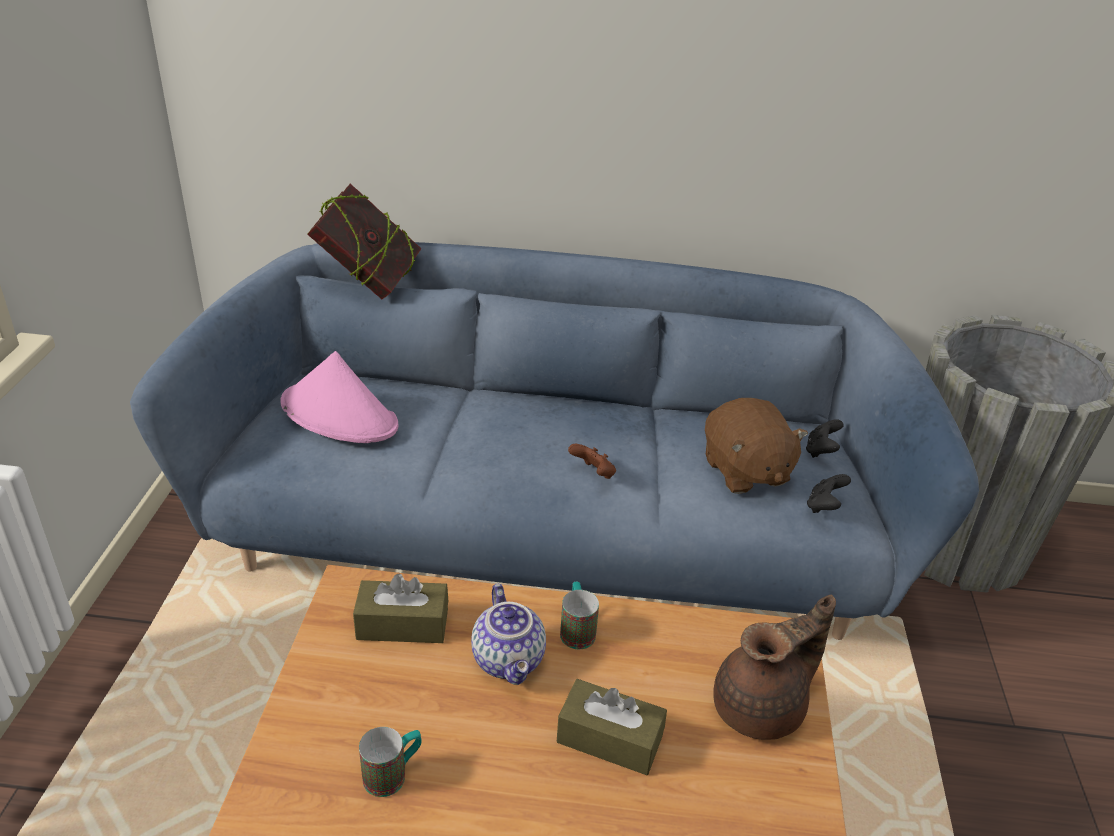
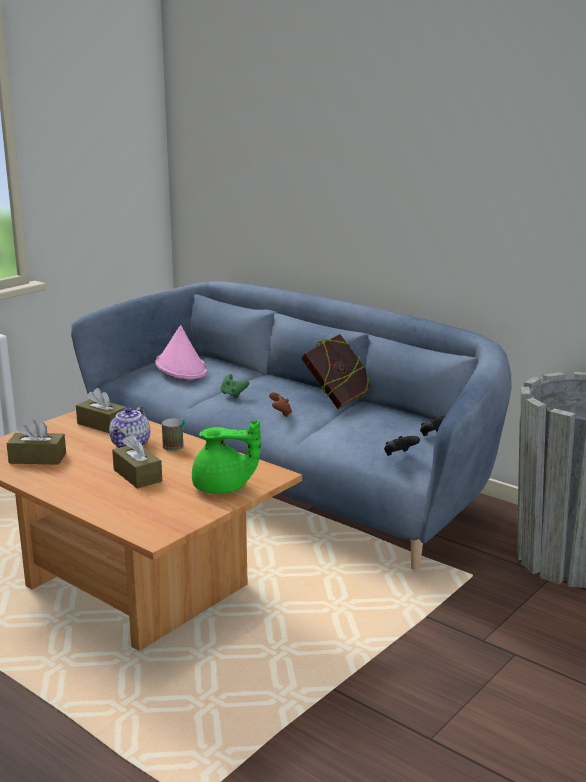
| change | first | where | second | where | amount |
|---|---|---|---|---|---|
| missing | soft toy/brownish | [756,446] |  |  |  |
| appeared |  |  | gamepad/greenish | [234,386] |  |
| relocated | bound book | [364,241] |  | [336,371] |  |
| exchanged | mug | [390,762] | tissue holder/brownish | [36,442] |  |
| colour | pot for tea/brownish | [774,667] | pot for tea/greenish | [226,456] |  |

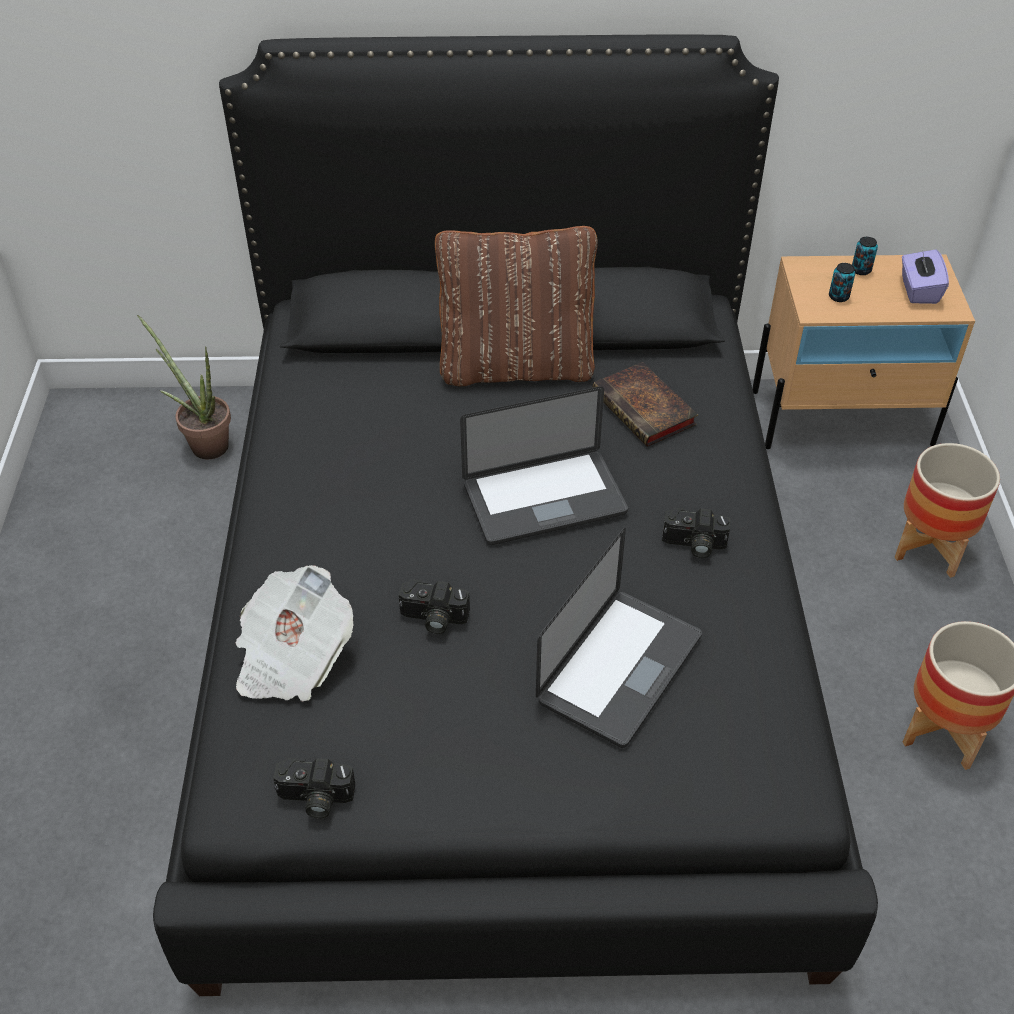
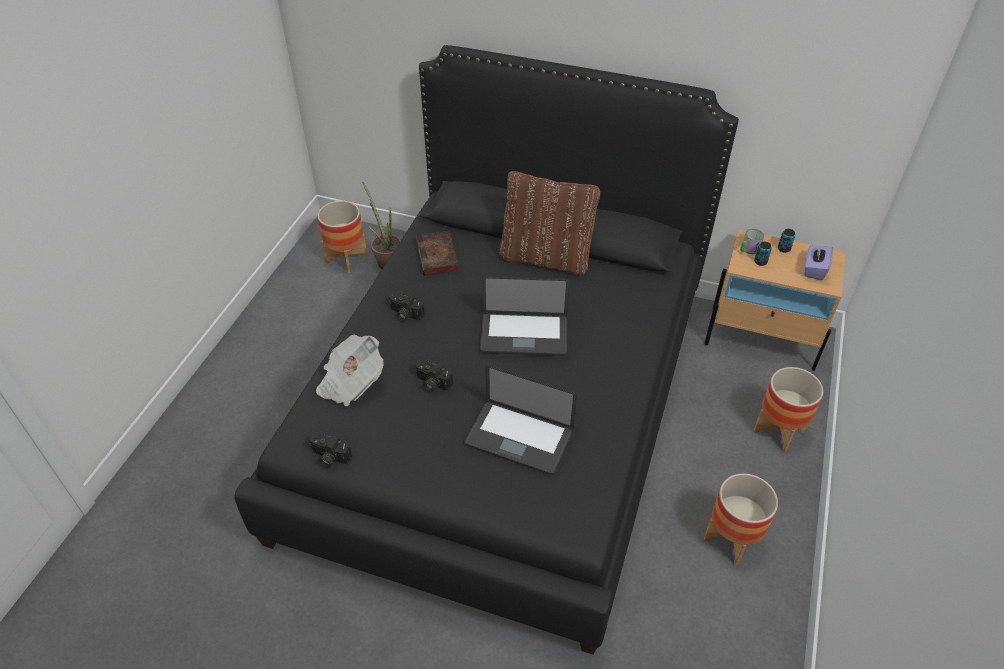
| change | first | where | second | where | amount |
|---|---|---|---|---|---|
| appeared |  |  | flower pot | [342,237] |  |
| appeared |  |  | mug | [752,241] |  |
| relocated | bound book | [645,404] |  | [437,253] |  |
| relocated | still camera | [696,533] |  | [406,306] |  |
| spun | laptop | [619,638] |  | [520,420] | 60 degrees clockwise |

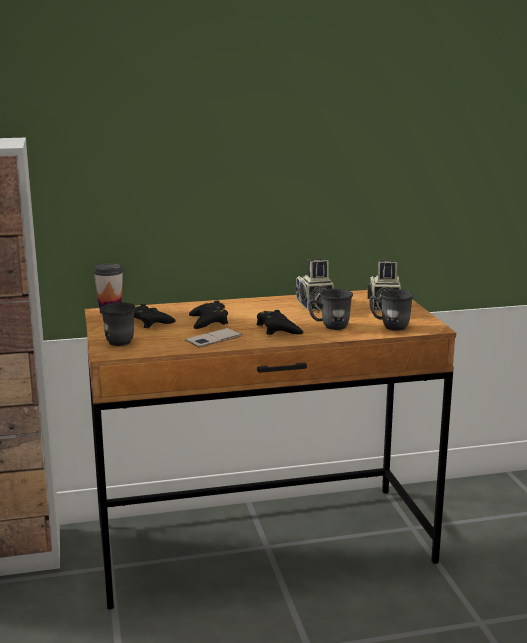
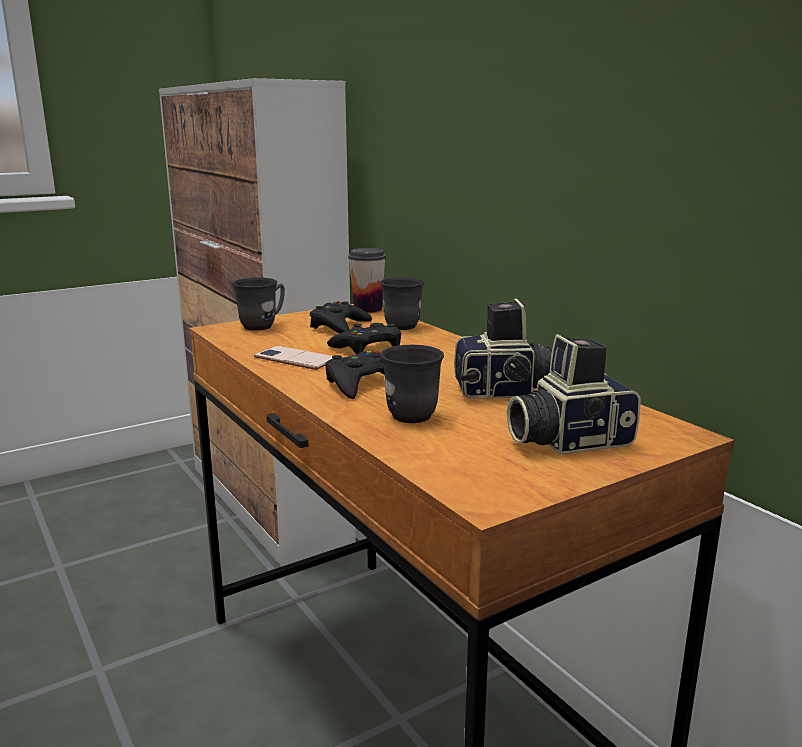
| change | first | where | second | where | amount |
|---|---|---|---|---|---|
| relocated | mug/grey | [391,310] |  | [402,303] |  |
| spun | still camera | [314,285] |  | [503,348] | 150 degrees counterclockwise |

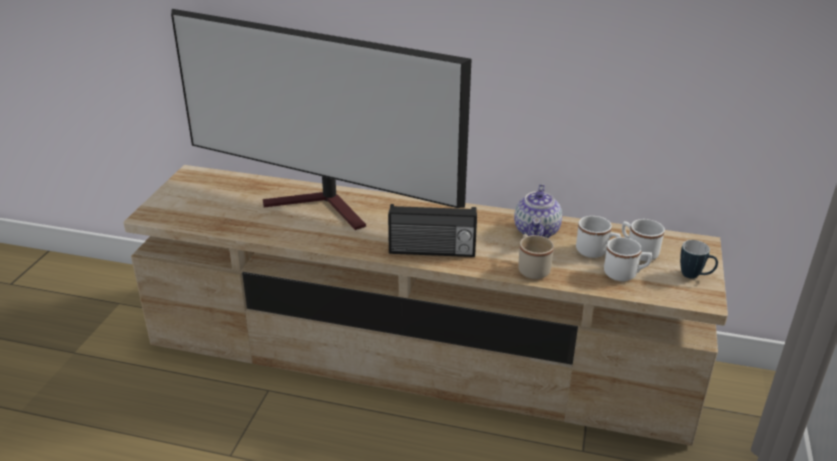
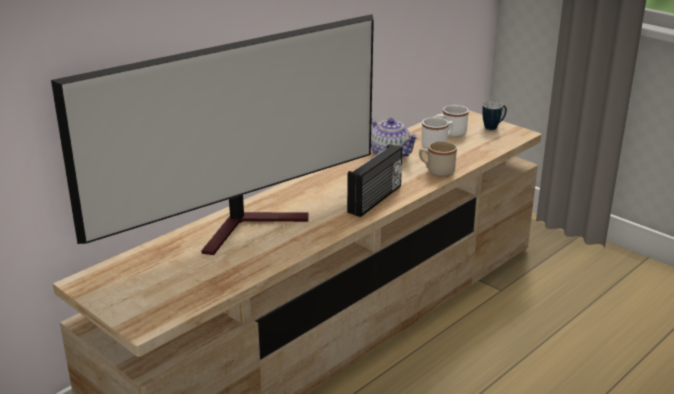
| change | first | where | second | where | amount |
|---|---|---|---|---|---|
| missing | mug/white-coloured | [628,259] |  |  |  |

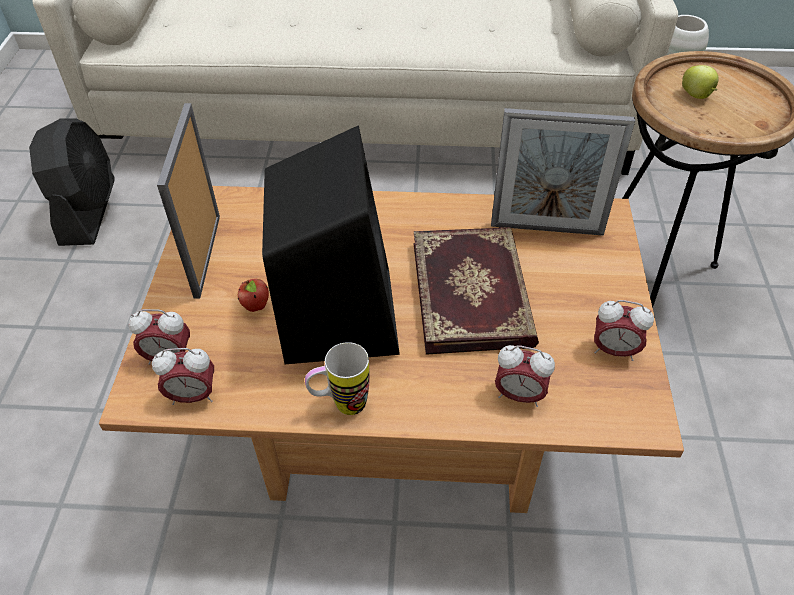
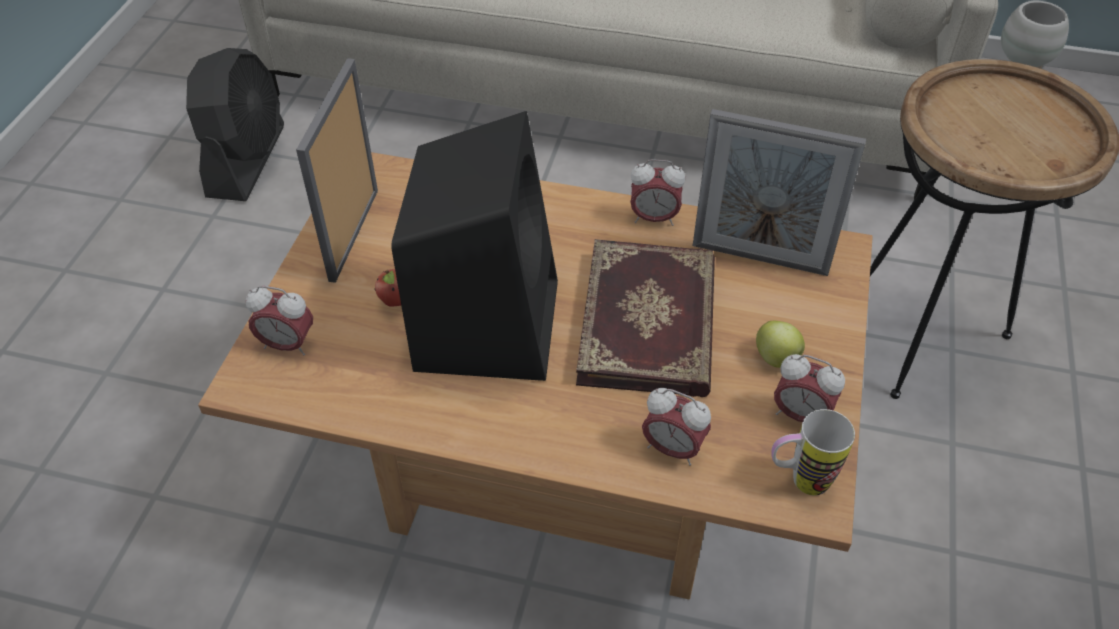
| change | first | where | second | where | amount |
|---|---|---|---|---|---|
| relocated | bedside clock | [183,376] |  | [657,192] |  |
| relocated | mug | [337,378] |  | [813,452] |  |
| relocated | apple fruit | [700,82] |  | [780,344] |  |

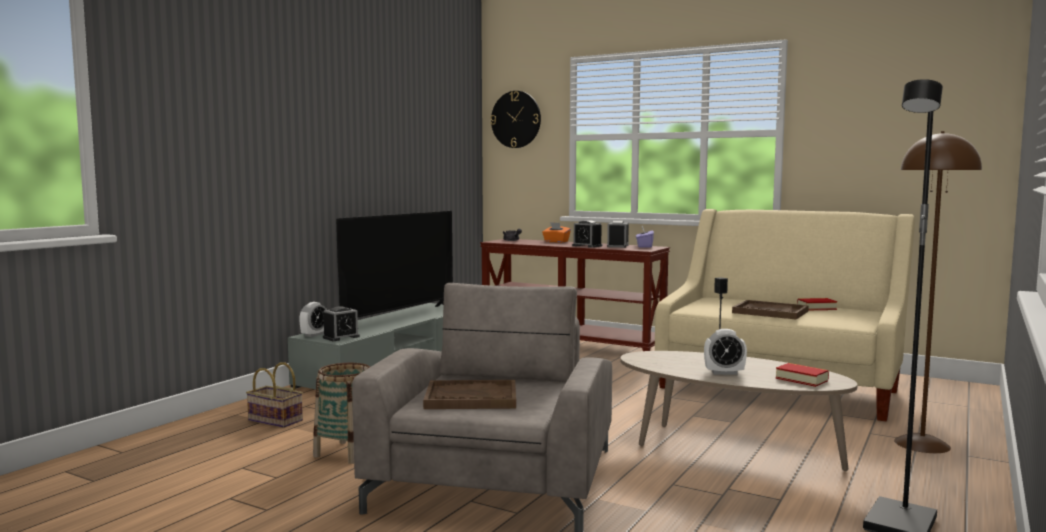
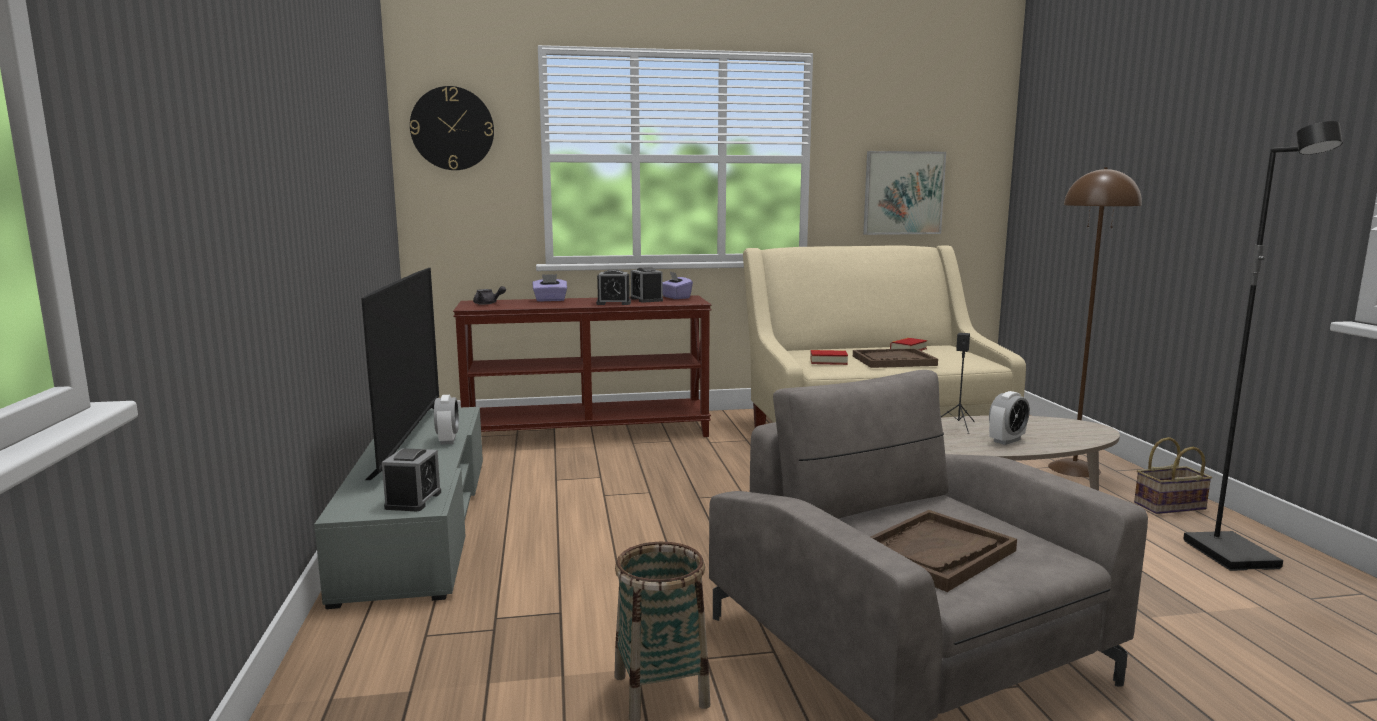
| change | first | where | second | where | amount |
|---|---|---|---|---|---|
| appeared |  |  | wall art | [904,193] |  |
| relocated | household basket | [274,395] |  | [1173,475] |  |
| relocated | bedside clock | [313,319] |  | [446,420] |  |
| relocated | bound book | [802,375] |  | [829,357] |  |
| colour | tissue holder/orange-coloured | [556,232] | tissue holder/purple-coloured | [549,287] |  |

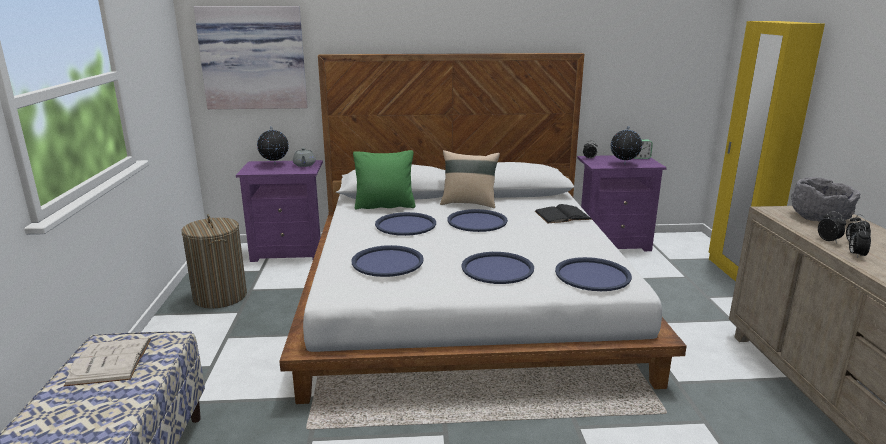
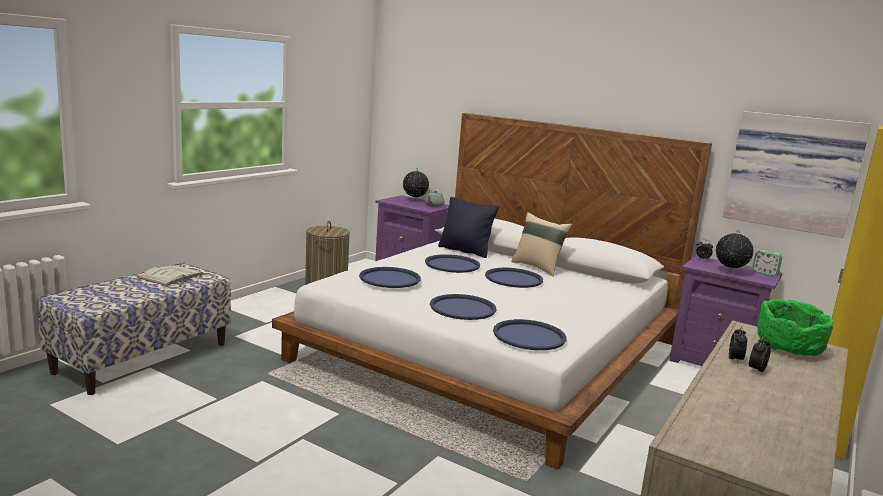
| change | first | where | second | where | amount |
|---|---|---|---|---|---|
| missing | bound book/black-coloured | [564,214] |  |  |  |
| missing | bedside clock | [860,241] |  |  |  |
| relocated | wall art | [251,57] |  | [797,174] |  |
| colour | pillow/greenish | [384,180] | pillow/black-coloured | [468,227] |  |
| colour | serving bowl/grey | [825,199] | serving bowl/greenish | [795,327] |  |

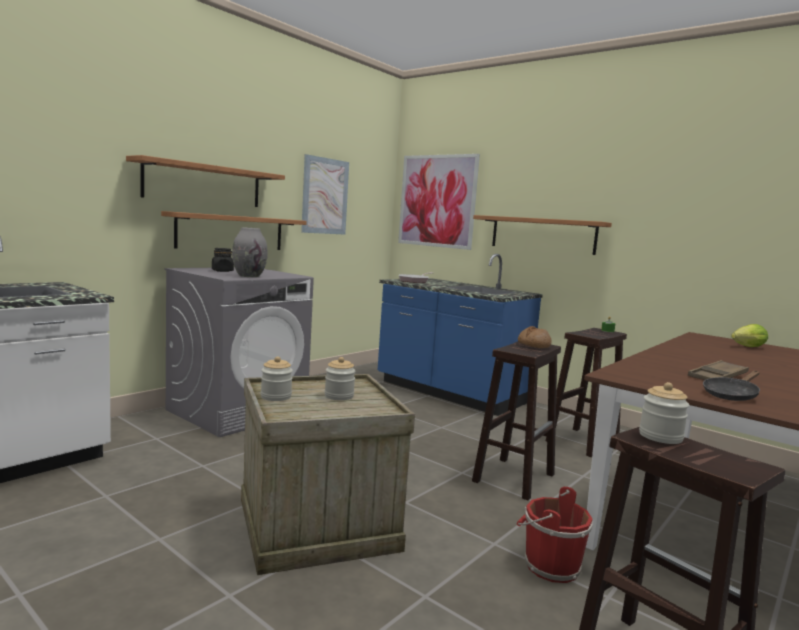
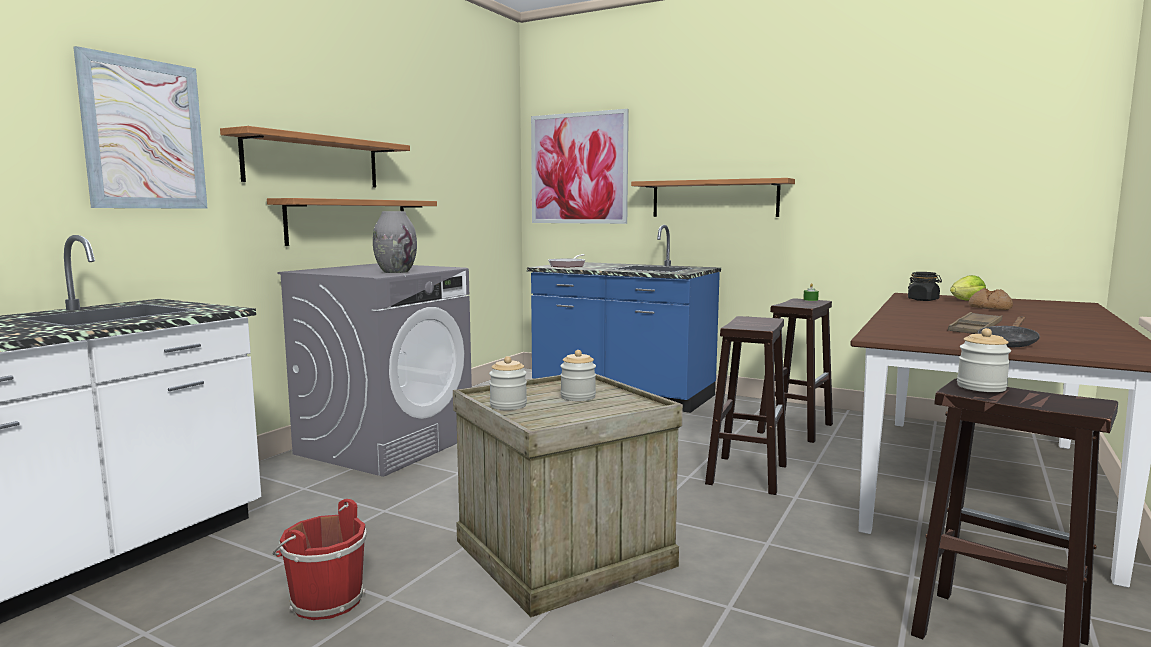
| change | first | where | second | where | amount |
|---|---|---|---|---|---|
| relocated | preserve jar/black-coloured | [223,260] |  | [925,286] |  |
| relocated | wall art | [325,194] |  | [140,127] |  |
| relocated | pail/red | [555,535] |  | [319,559] |  |
| relocated | bread | [535,337] |  | [990,299] |  |

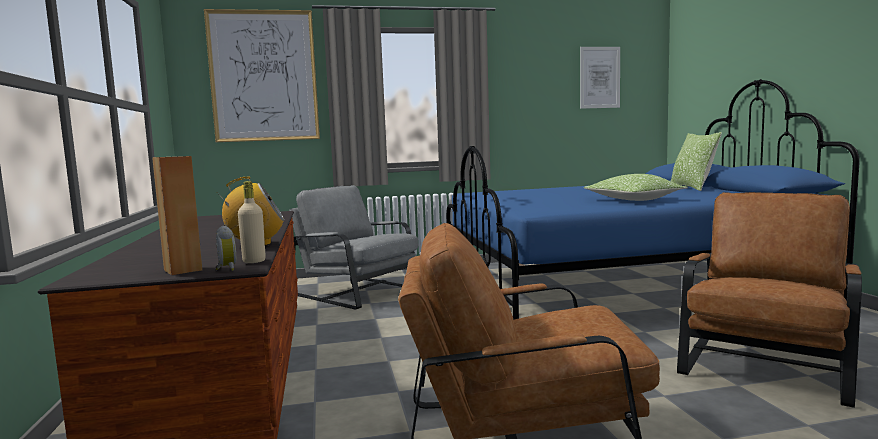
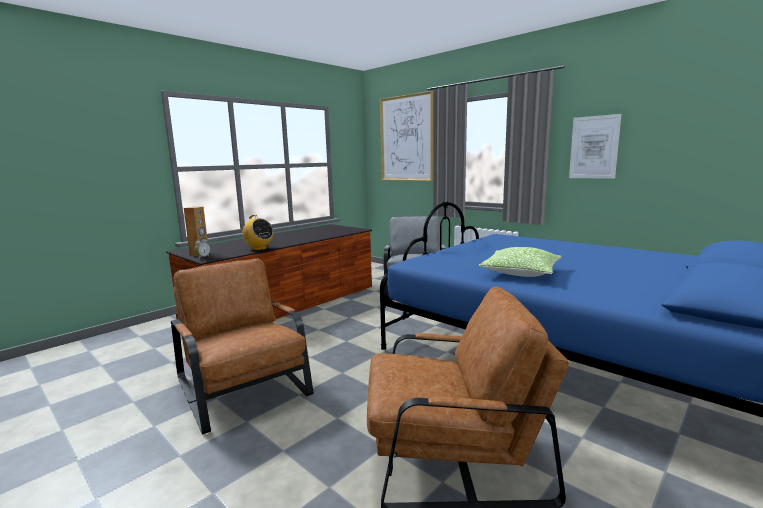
| change | first | where | second | where | amount |
|---|---|---|---|---|---|
| missing | bottle/beige | [252,222] |  |  |  |
| missing | pillow | [696,161] |  |  |  |
| relocated | wall art | [600,78] |  | [595,146] |  |

